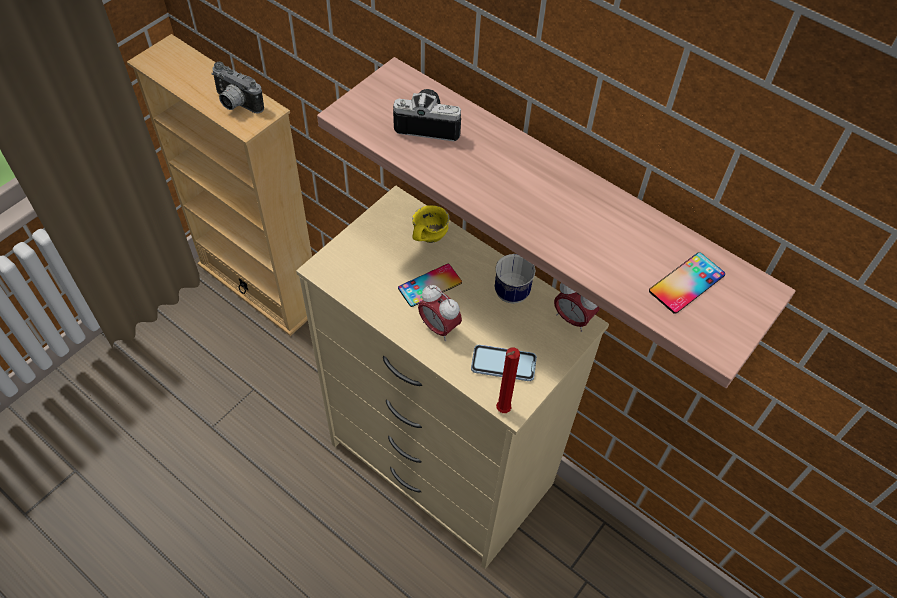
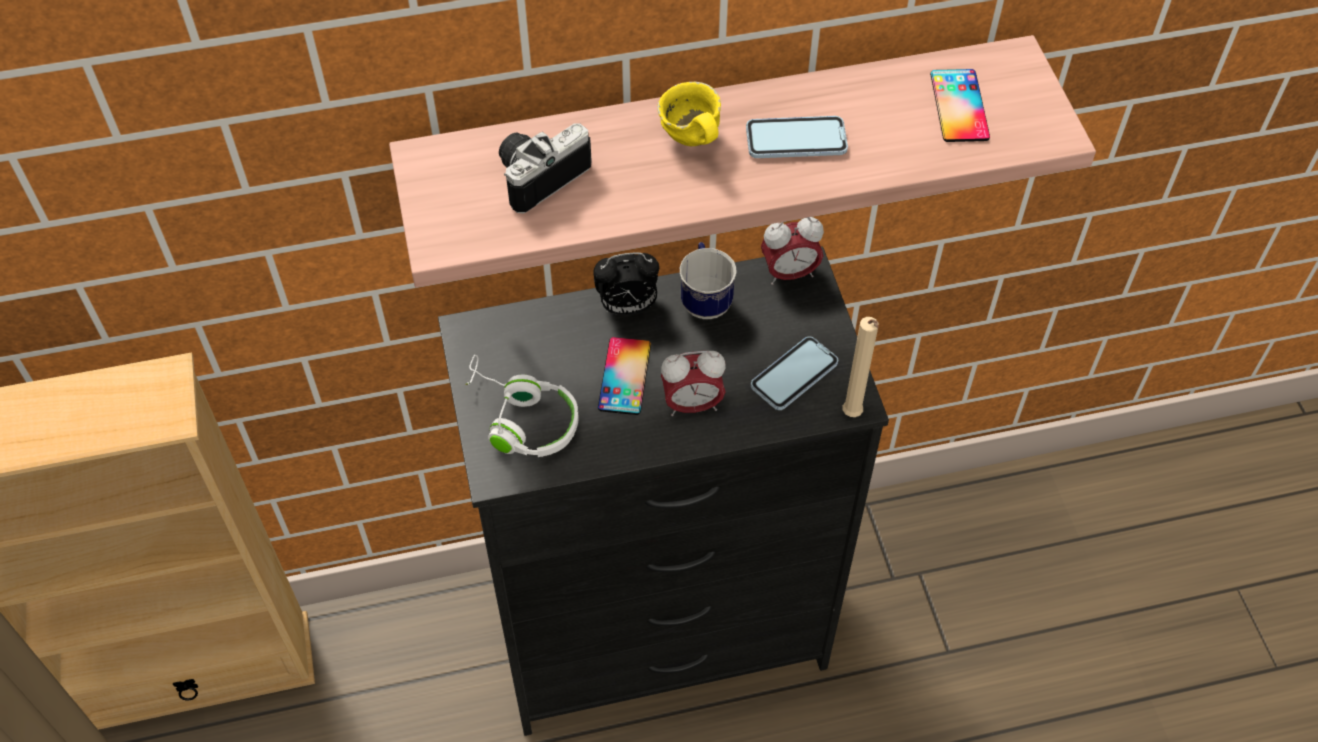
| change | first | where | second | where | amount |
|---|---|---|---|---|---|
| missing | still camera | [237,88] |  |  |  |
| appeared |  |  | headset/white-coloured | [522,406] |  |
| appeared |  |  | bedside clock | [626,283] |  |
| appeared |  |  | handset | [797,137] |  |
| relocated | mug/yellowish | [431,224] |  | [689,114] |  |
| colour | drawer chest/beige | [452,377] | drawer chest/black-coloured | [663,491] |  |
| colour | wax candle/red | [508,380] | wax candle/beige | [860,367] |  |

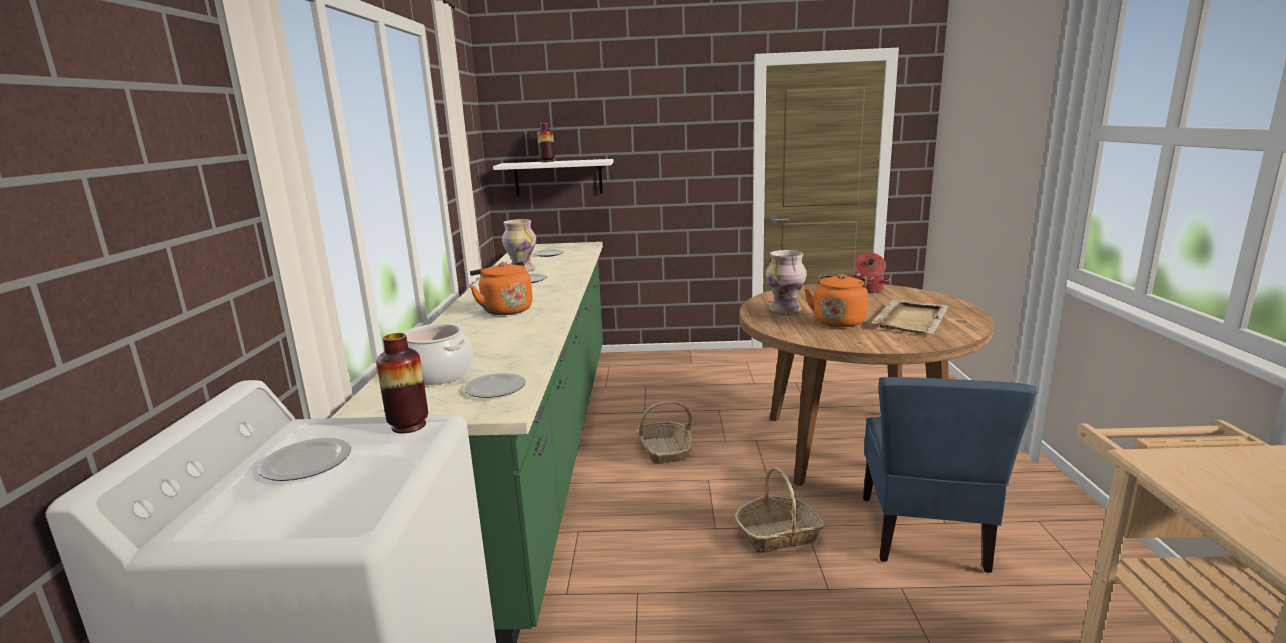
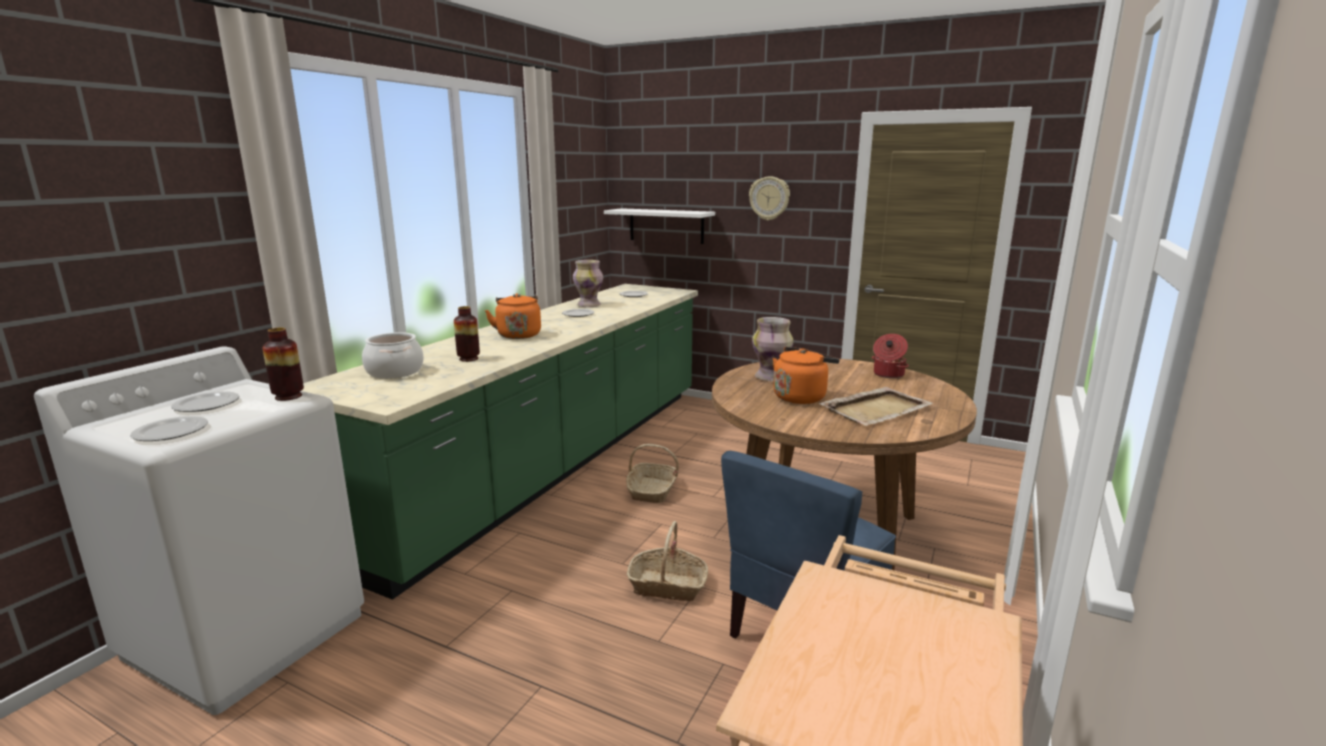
| change | first | where | second | where | amount |
|---|---|---|---|---|---|
| appeared |  |  | clock on the wall | [769,198] |  |
| relocated | dinner plate | [495,385] |  | [169,428] |  |
| relocated | decorative vase | [546,142] |  | [467,334] |  |

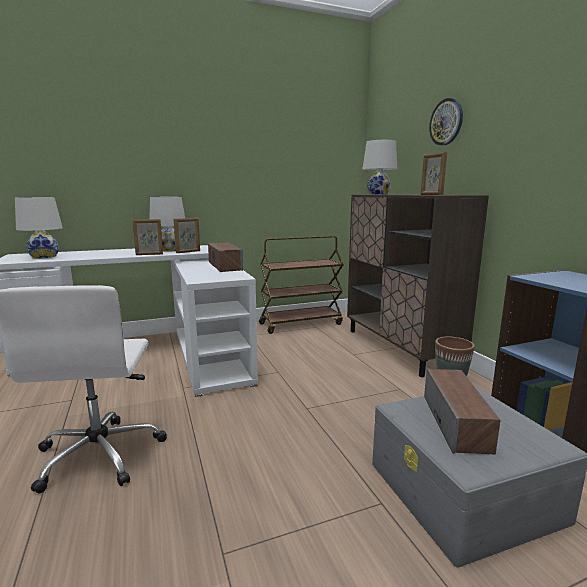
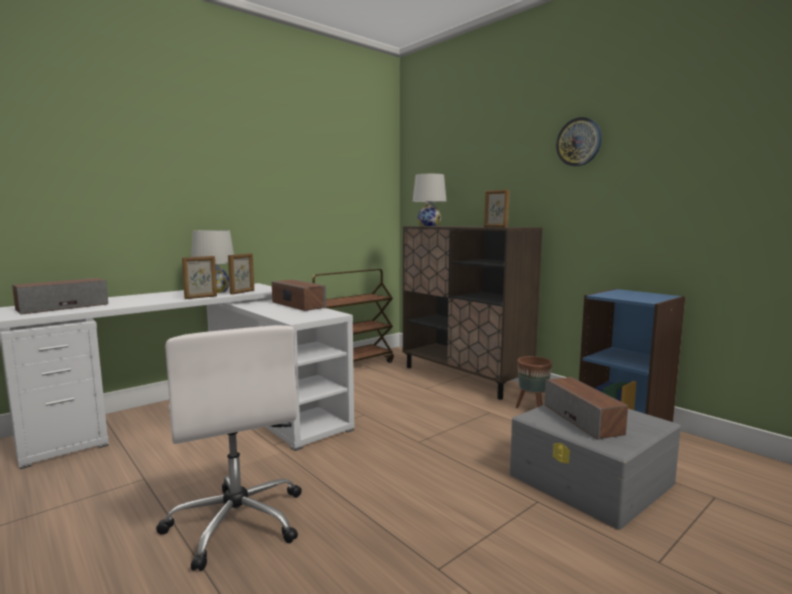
| change | first | where | second | where | amount |
|---|---|---|---|---|---|
| relocated | clock on the wall | [446,122] |  | [579,141] |  |
| exchanged | table lamp/white-coloured | [39,227] | loudspeaker | [60,296] |  |

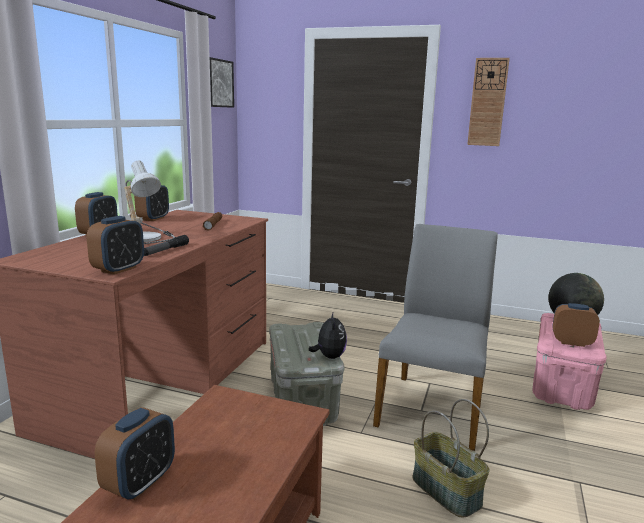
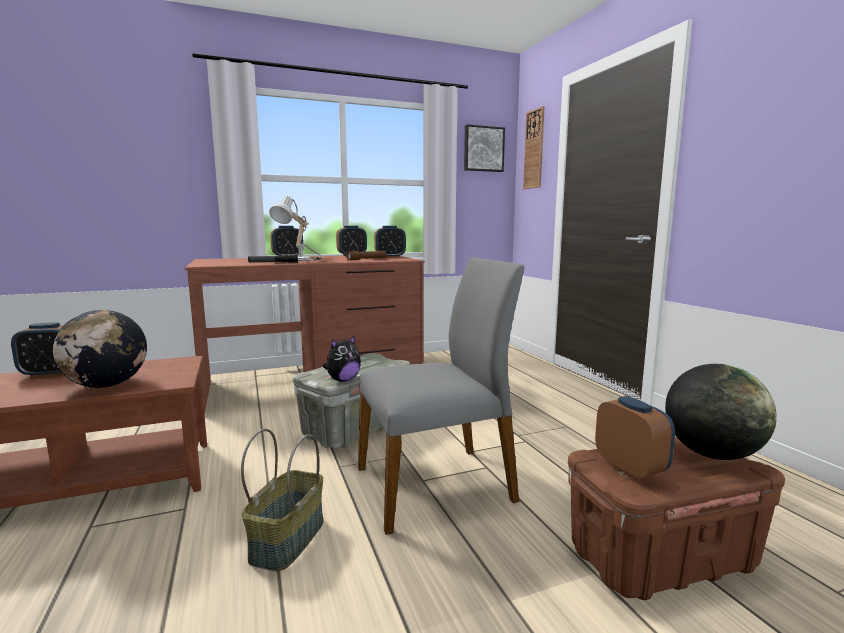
| change | first | where | second | where | amount |
|---|---|---|---|---|---|
| appeared |  |  | globe | [100,349] |  |
| relocated | bedside clock | [115,245] |  | [390,242] |  |
| relocated | clock on the wall | [488,102] |  | [534,147] |  |
| colour | storage container/pink | [569,361] | storage container/brownish | [676,518] |  |

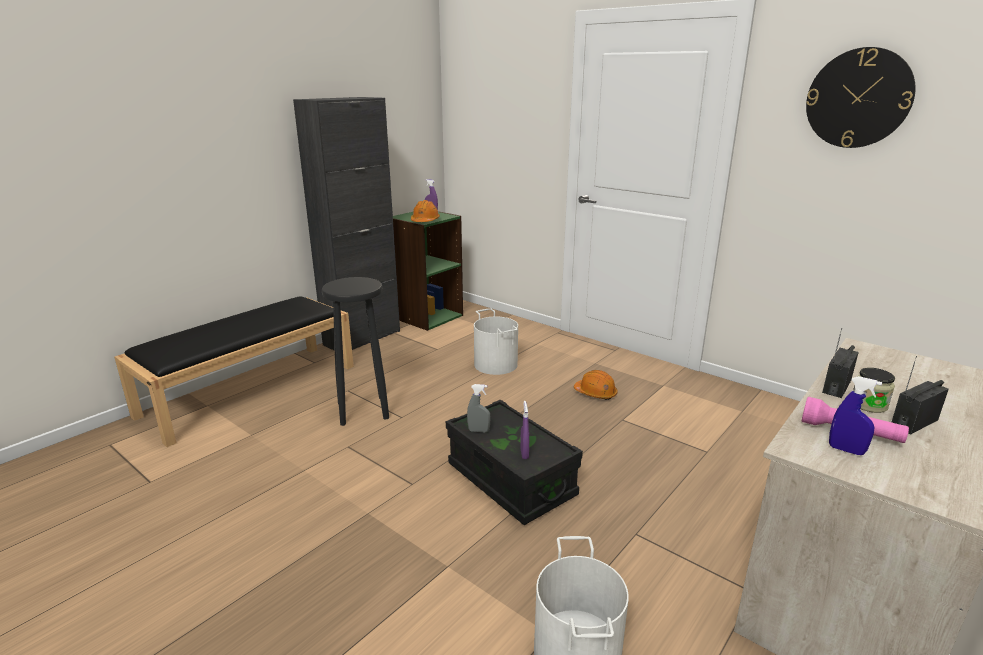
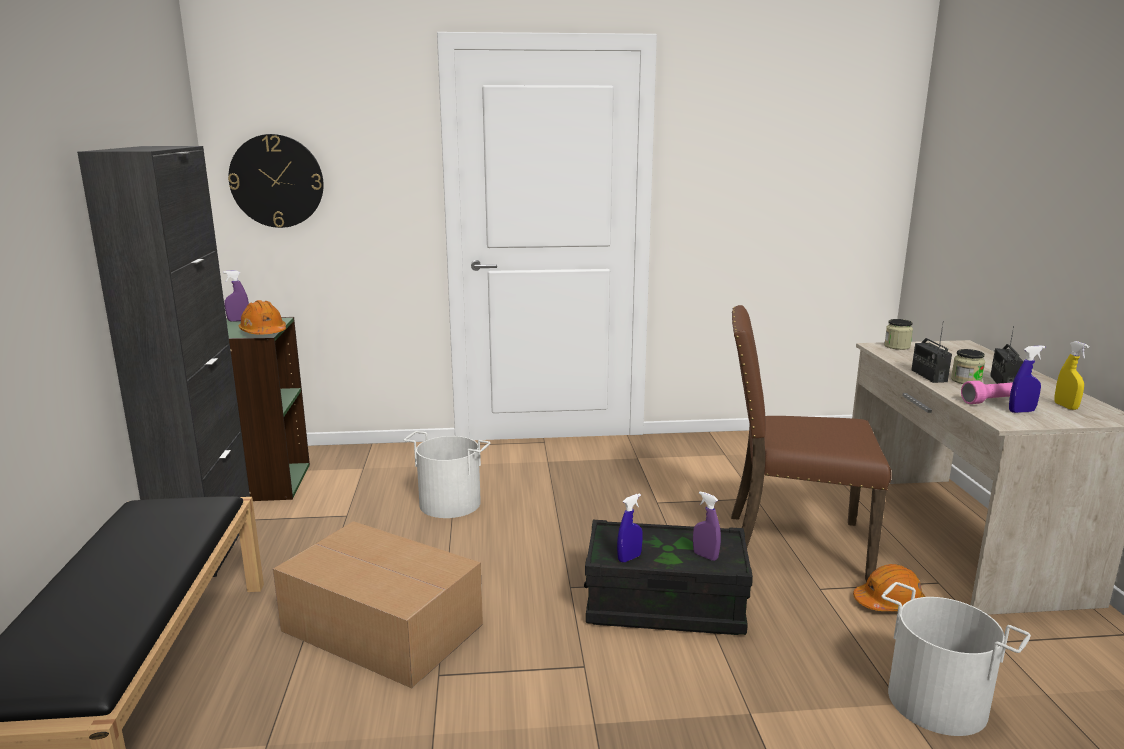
| change | first | where | second | where | amount |
|---|---|---|---|---|---|
| appeared |  |  | chair/brownish | [811,443] |  |
| appeared |  |  | preserve jar | [898,334] |  |
| appeared |  |  | sprayer/yellowish | [1071,375] |  |
| relocated | work helmet/orange-coloured | [596,385] |  | [889,587] |  |
| relocated | clock on the wall | [861,97] |  | [276,181] |  |
| exchanged | sitting stool/black-coloured | [355,351] | packing box | [378,604] |  |
| colour | sprayer/grey | [478,408] | sprayer/blue-coloured | [629,527] |  |

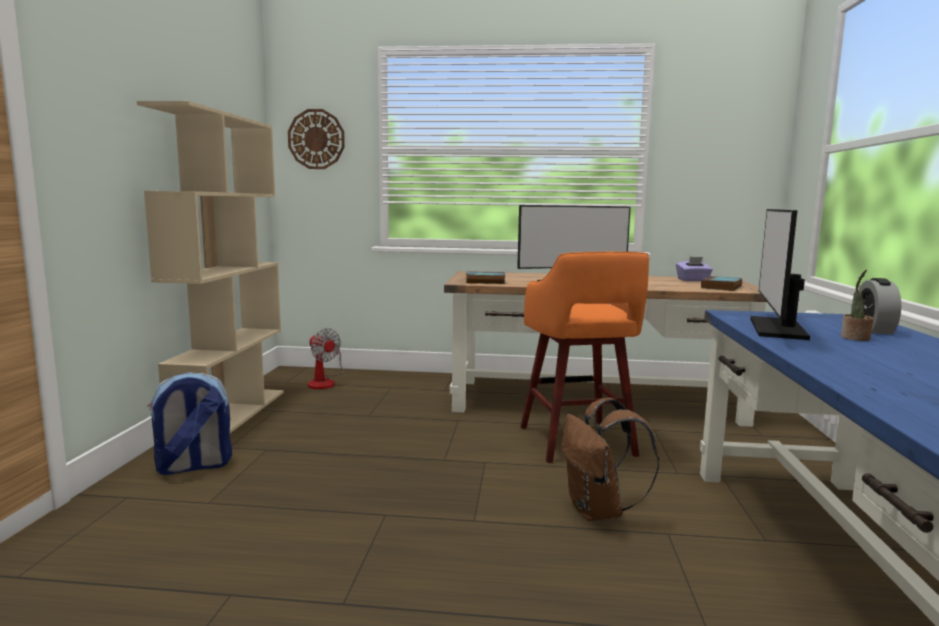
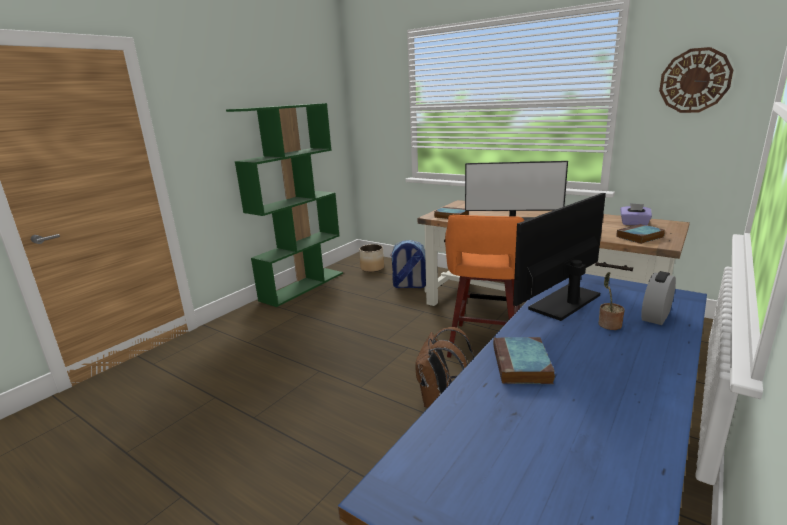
| change | first | where | second | where | amount |
|---|---|---|---|---|---|
| appeared |  |  | bound book | [524,360] |  |
| relocated | backpack | [189,423] |  | [408,264] |  |
| relocated | clock on the wall | [316,139] |  | [696,80] |  |
| exchanged | cooling fan | [326,358] | flower pot | [371,258] |  |
| colour | shelving unit/beige | [210,267] | shelving unit/greenish | [284,205] |  |

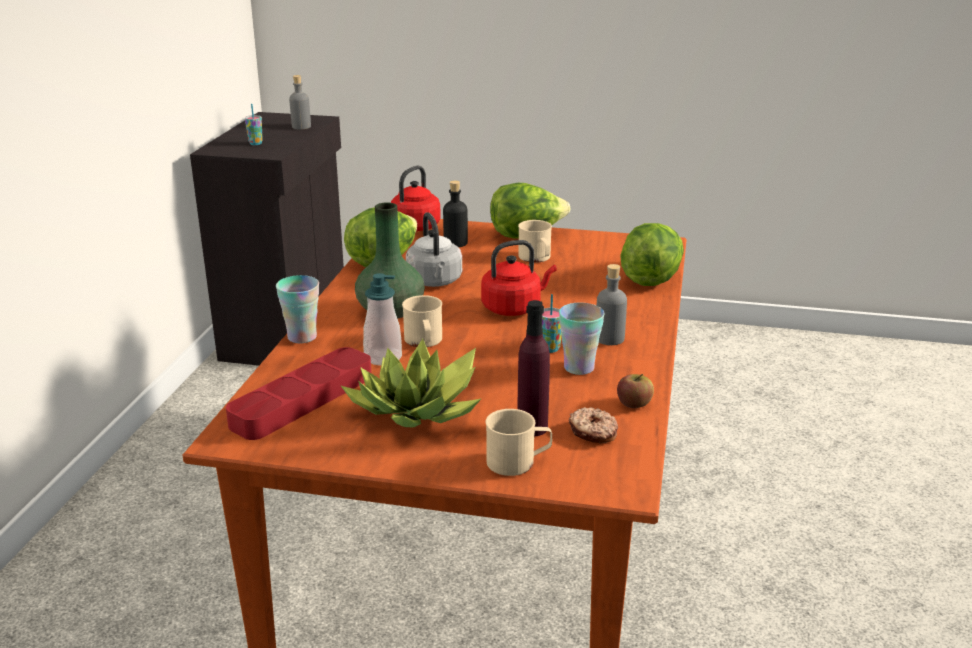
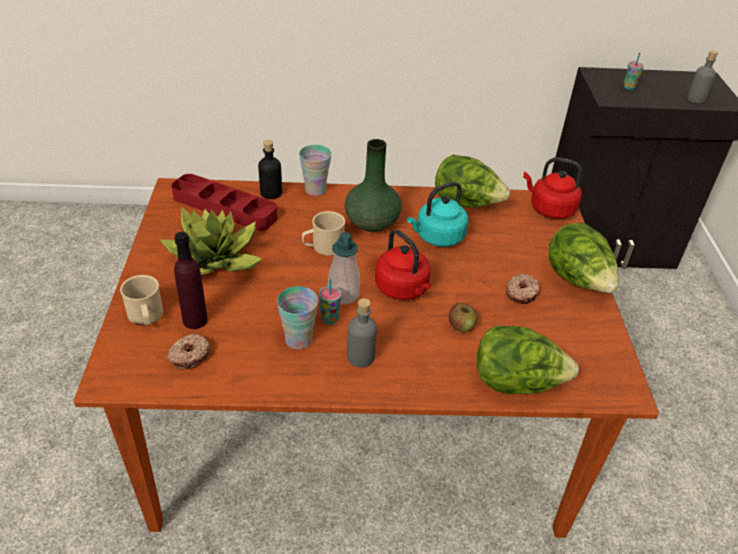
| change | first | where | second | where | amount |
|---|---|---|---|---|---|
| relocated | soap bottle | [382,319] |  | [344,268] |  |
| relocated | bottle/black-coloured | [455,213] |  | [270,169] |  |
| relocated | apple fruit | [635,391] |  | [463,317] |  |
| exchanged | mug/beige | [535,241] | doughnut | [523,289] |  |
| colour | tea kettle/grey | [434,249] | tea kettle/turquoise-coloured | [438,214] |  |

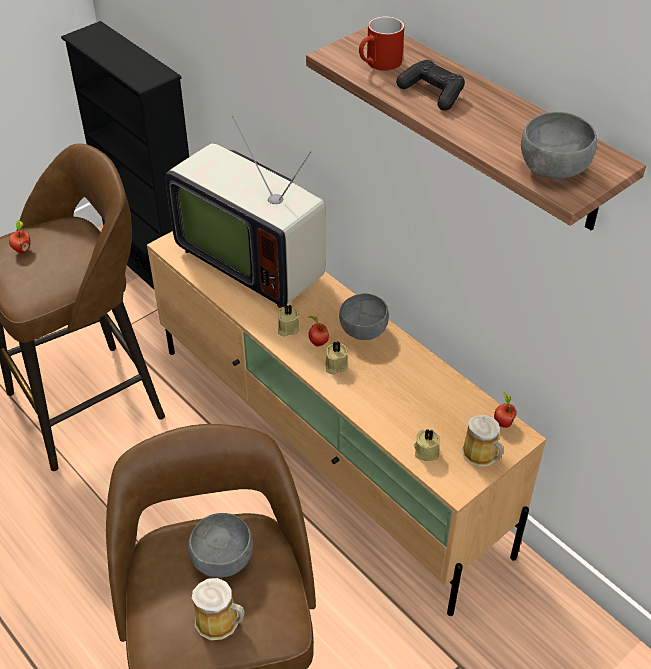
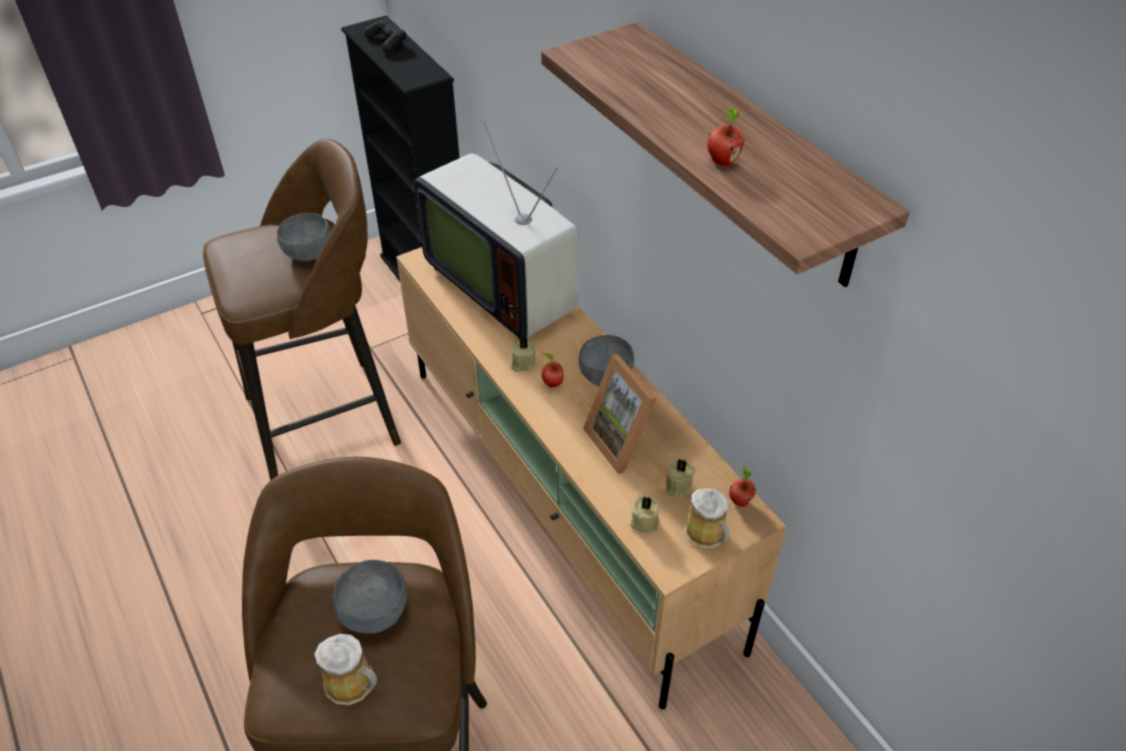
| change | first | where | second | where | amount |
|---|---|---|---|---|---|
| missing | mug/red | [381,43] |  |  |  |
| appeared |  |  | picture frame | [620,414] |  |
| relocated | apple fruit | [19,236] |  | [726,136] |  |
| relocated | wax candle/beige | [337,357] |  | [680,478] |  |
| relocated | gamepad/black-coloured | [430,85] |  | [385,36] |  |
| relocated | serving bowl/grey | [559,145] |  | [304,237] |  |

